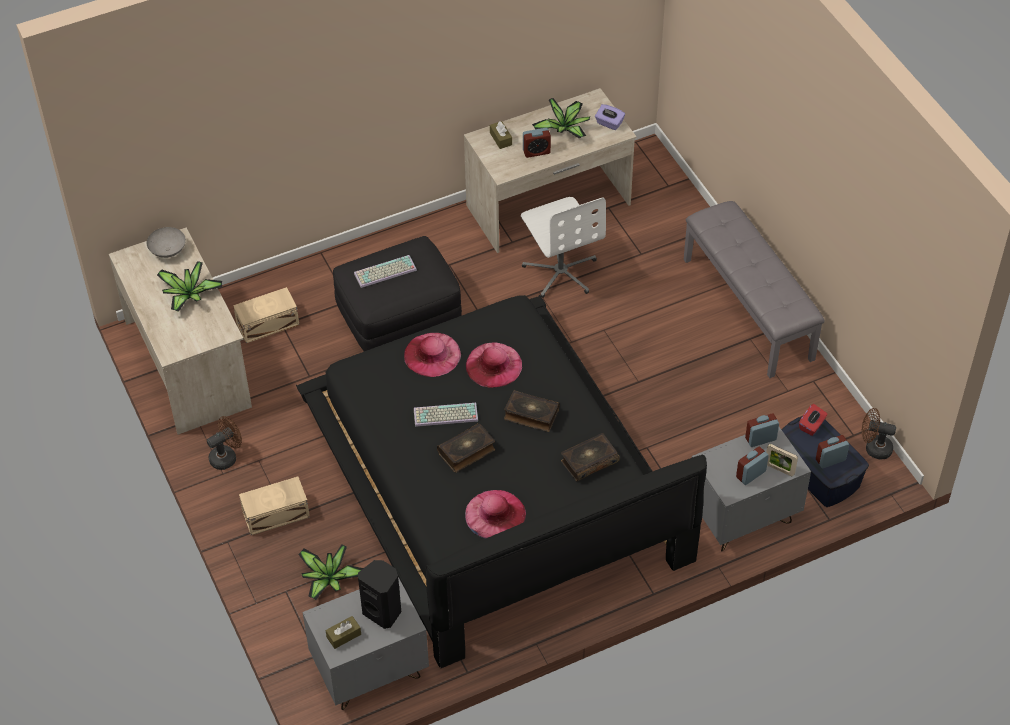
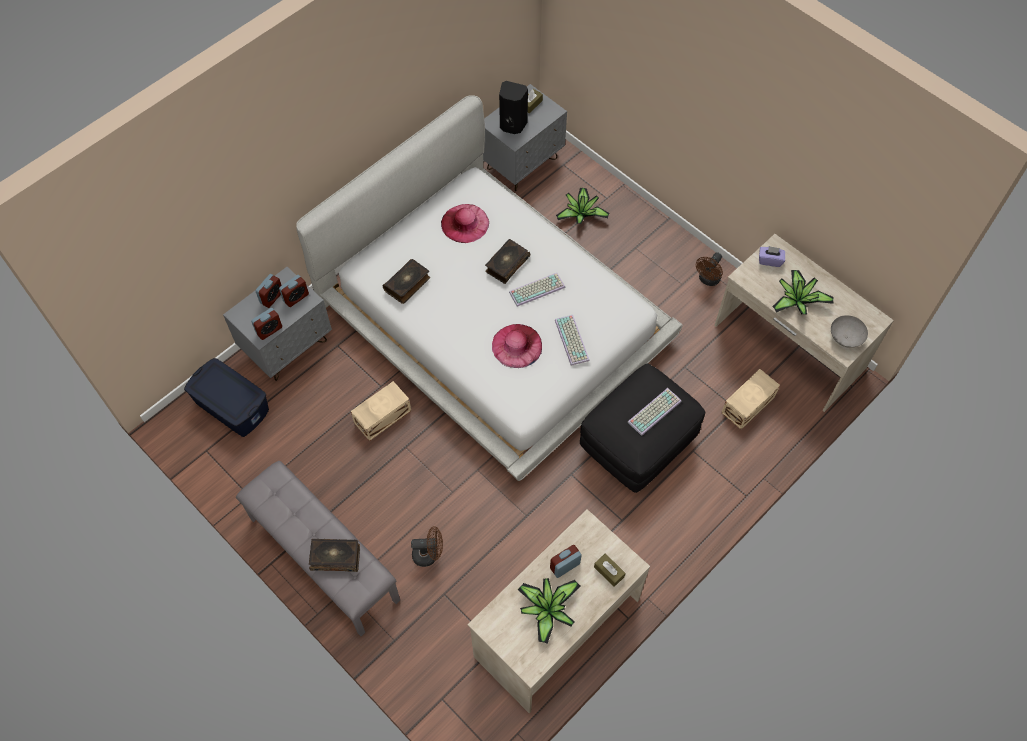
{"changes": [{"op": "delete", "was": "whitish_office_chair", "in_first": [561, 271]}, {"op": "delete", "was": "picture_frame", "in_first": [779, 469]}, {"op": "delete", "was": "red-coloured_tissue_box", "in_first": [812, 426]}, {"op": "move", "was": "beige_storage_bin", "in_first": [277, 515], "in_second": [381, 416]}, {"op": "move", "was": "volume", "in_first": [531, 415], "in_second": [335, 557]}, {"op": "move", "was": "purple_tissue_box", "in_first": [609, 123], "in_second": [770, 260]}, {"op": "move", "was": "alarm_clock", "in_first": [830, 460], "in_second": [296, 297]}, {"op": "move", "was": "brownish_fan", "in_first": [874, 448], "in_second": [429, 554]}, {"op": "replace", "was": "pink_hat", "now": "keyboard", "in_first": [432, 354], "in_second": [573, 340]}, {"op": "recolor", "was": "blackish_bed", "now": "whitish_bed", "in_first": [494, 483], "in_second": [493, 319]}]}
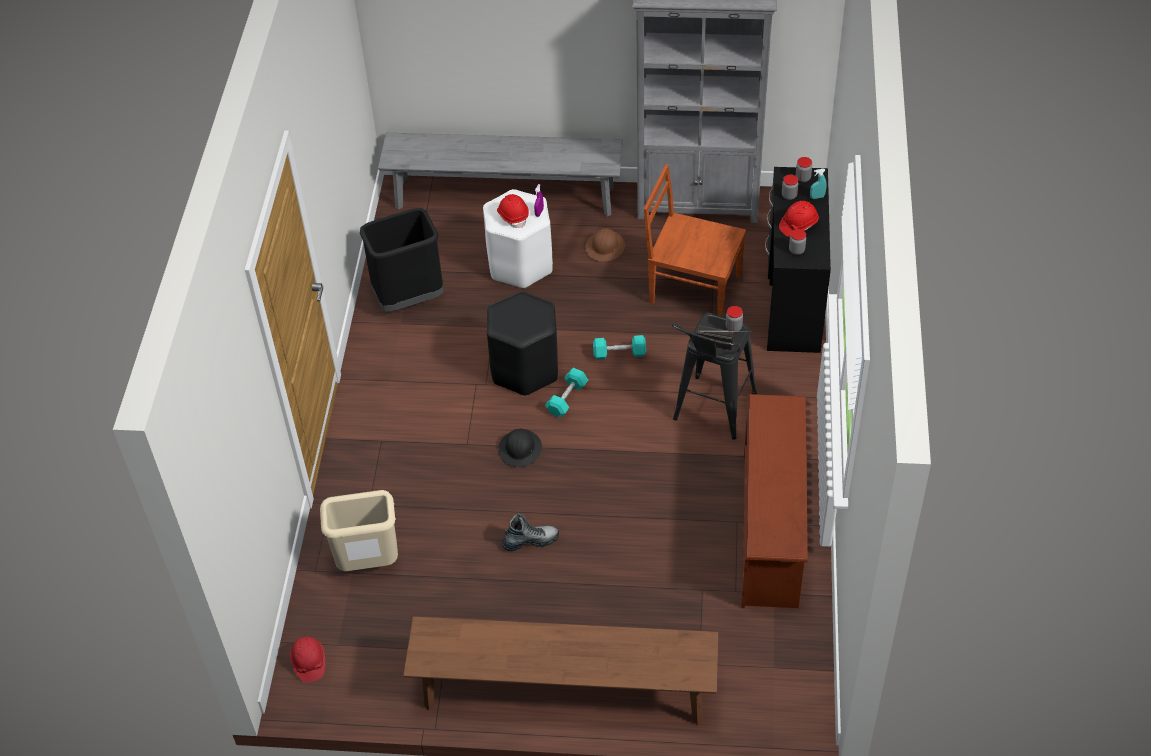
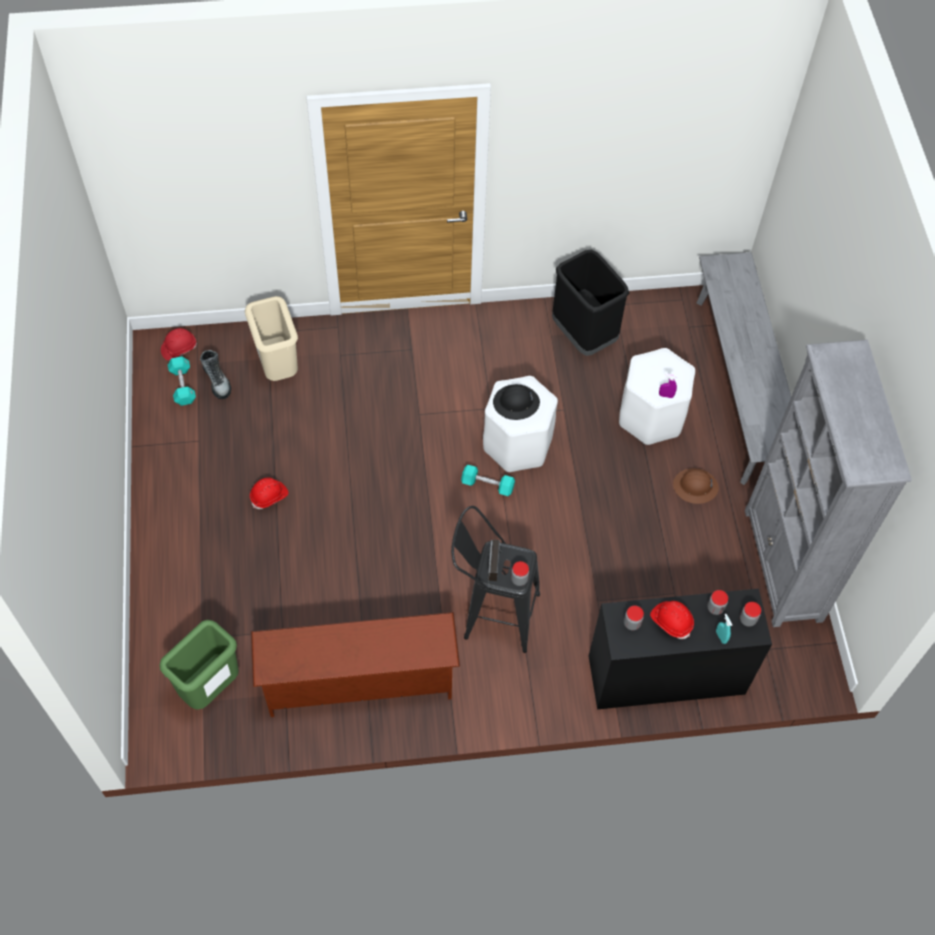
{"changes": [{"op": "delete", "was": "brownish_long_seat", "in_first": [564, 693]}, {"op": "delete", "was": "brownish_upright_chair", "in_first": [692, 288]}, {"op": "insert", "now": "green-coloured_trash_can", "in_second": [211, 688]}, {"op": "move", "was": "red-coloured_hard_hat", "in_first": [513, 216], "in_second": [269, 496]}, {"op": "move", "was": "blackish_hard_hat", "in_first": [520, 449], "in_second": [516, 403]}, {"op": "move", "was": "tall_boot", "in_first": [530, 541], "in_second": [217, 381]}, {"op": "move", "was": "blue-green_free_weight", "in_first": [619, 353], "in_second": [183, 386]}, {"op": "recolor", "was": "blackish_stool", "now": "whitish_stool", "in_first": [525, 368], "in_second": [517, 444]}]}
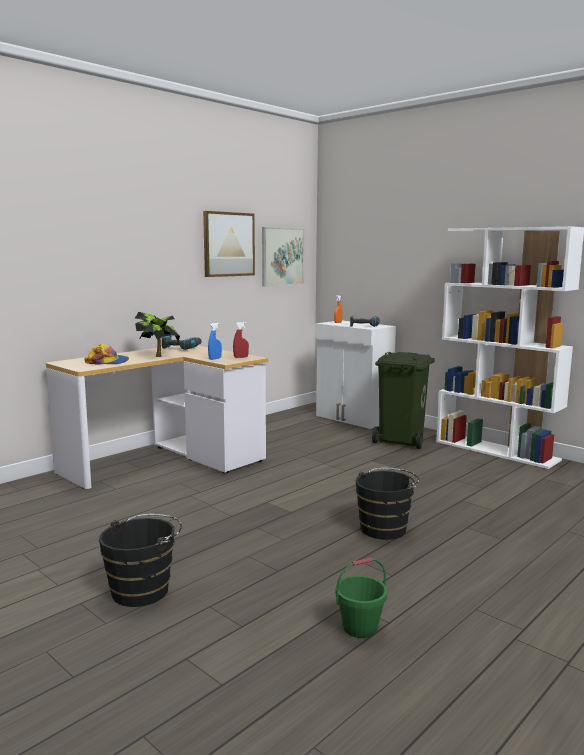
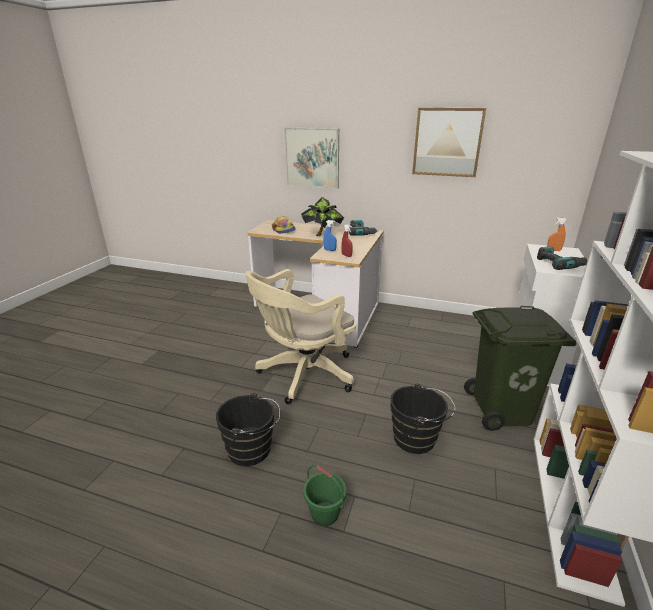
{"changes": [{"op": "insert", "now": "beige_office_chair", "in_second": [303, 375]}, {"op": "move", "was": "blackish_pail", "in_first": [144, 589], "in_second": [418, 439]}, {"op": "move", "was": "wall_art", "in_first": [282, 256], "in_second": [312, 158]}, {"op": "move", "was": "green-coloured_pail", "in_first": [360, 628], "in_second": [324, 513]}]}
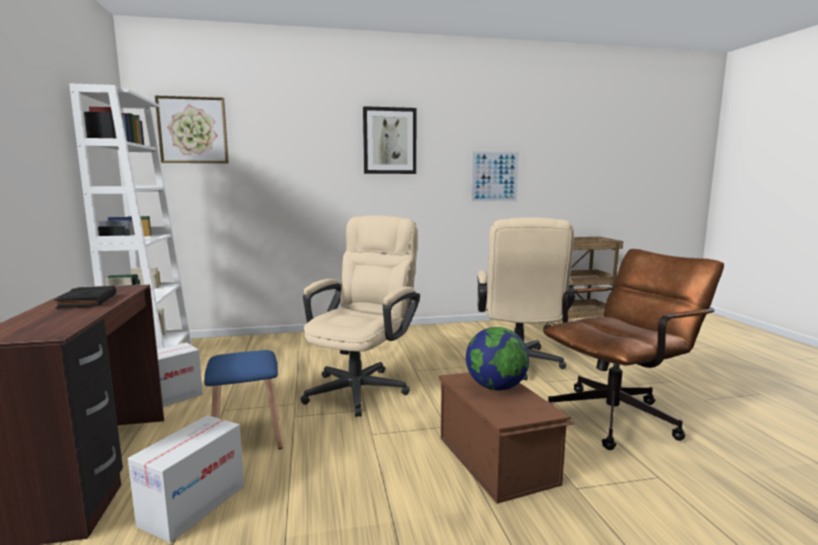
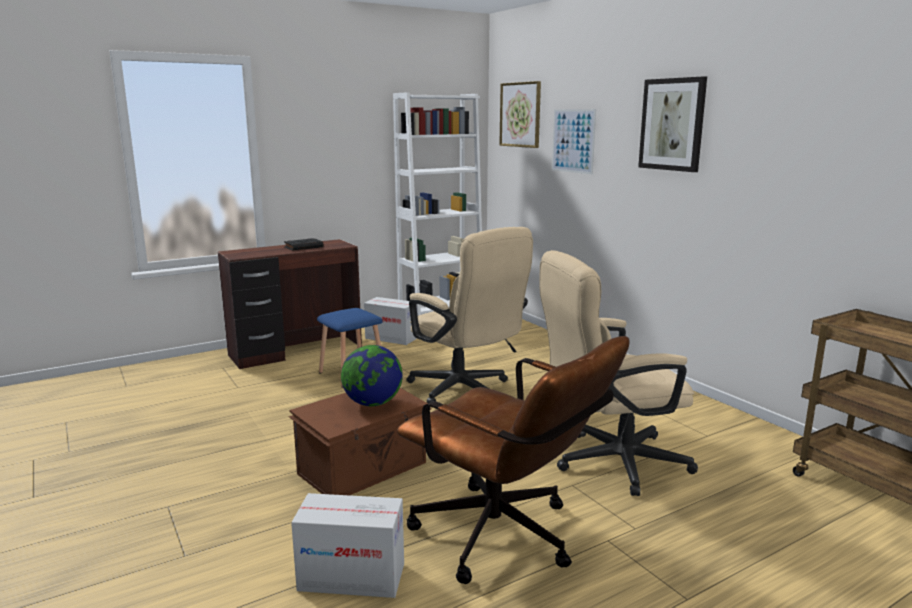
{"changes": [{"op": "move", "was": "carton", "in_first": [193, 505], "in_second": [352, 577]}, {"op": "move", "was": "wall_art", "in_first": [494, 176], "in_second": [573, 141]}, {"op": "rotate", "was": "beige_office_chair", "in_first": [362, 387], "in_second": [465, 391], "clockwise": 45}]}
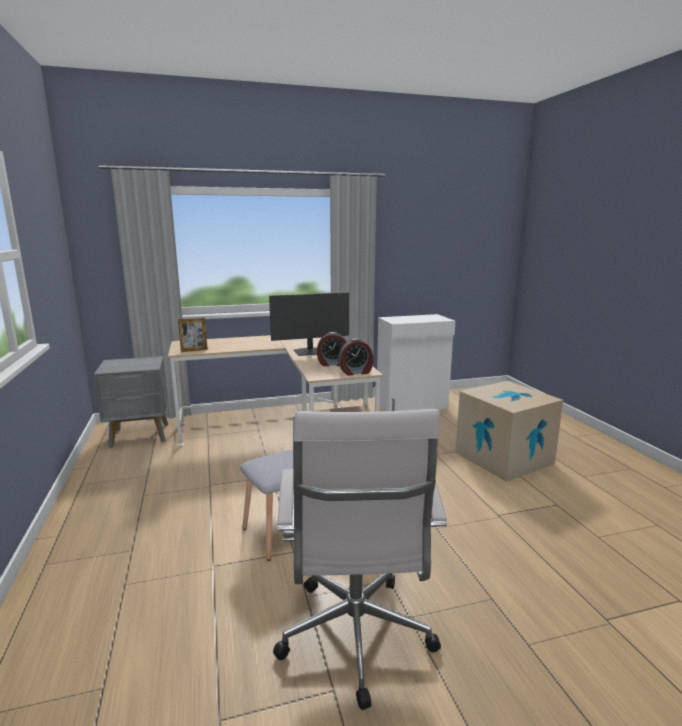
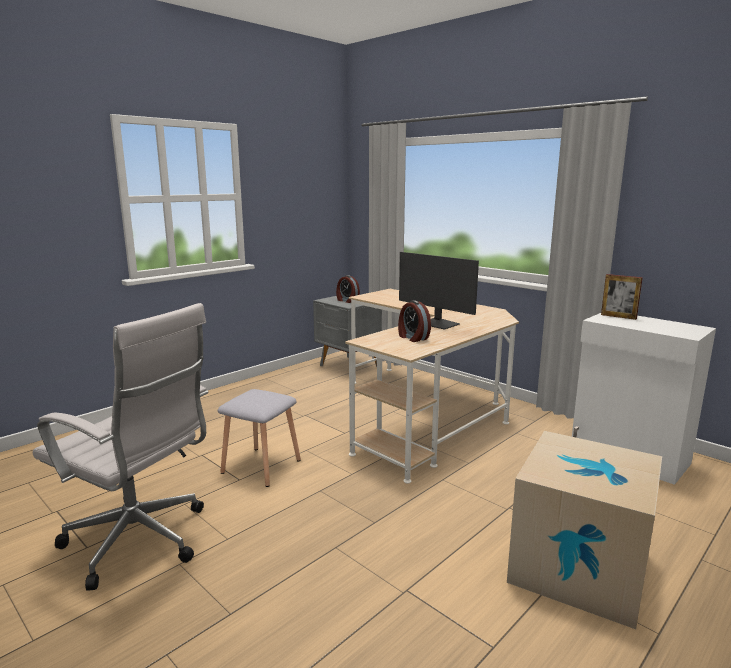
{"changes": [{"op": "move", "was": "picture_frame", "in_first": [194, 350], "in_second": [618, 316]}, {"op": "move", "was": "alarm_clock", "in_first": [356, 372], "in_second": [347, 301]}, {"op": "rotate", "was": "whitish_office_chair", "in_first": [355, 640], "in_second": [141, 542], "clockwise": -120}]}
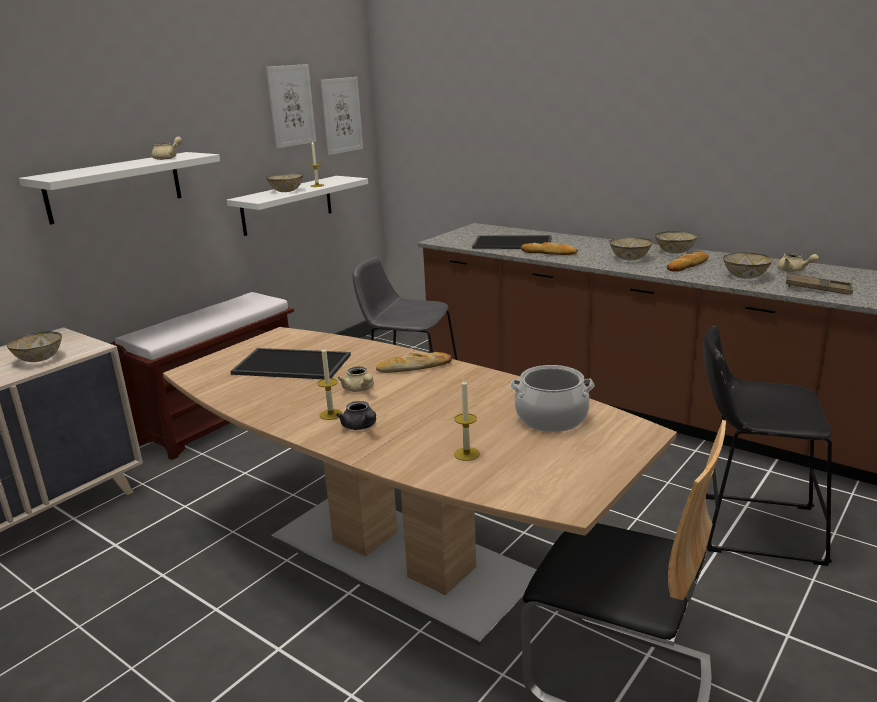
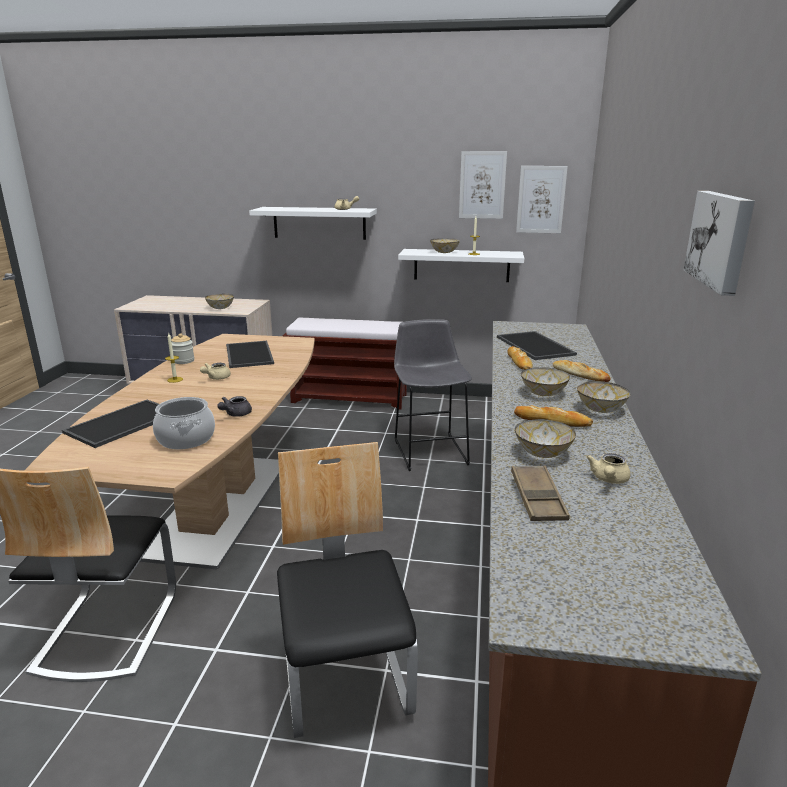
{"changes": [{"op": "insert", "now": "preserve_jar", "in_second": [183, 361]}, {"op": "insert", "now": "wall_art", "in_second": [721, 239]}, {"op": "move", "was": "grey_teapot", "in_first": [360, 427], "in_second": [235, 414]}, {"op": "move", "was": "bread", "in_first": [414, 367], "in_second": [580, 375]}, {"op": "replace", "was": "wax_light", "now": "serving_tray", "in_first": [466, 454], "in_second": [123, 424]}, {"op": "replace", "was": "blackish_stool", "now": "upright_chair", "in_first": [751, 527], "in_second": [346, 679]}]}
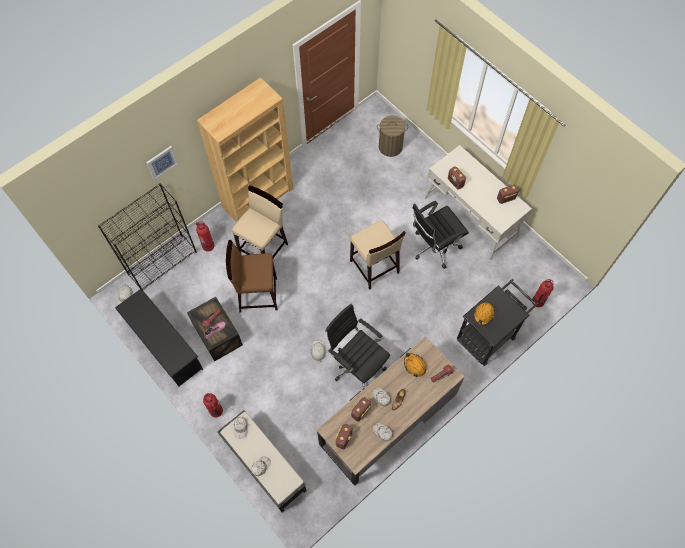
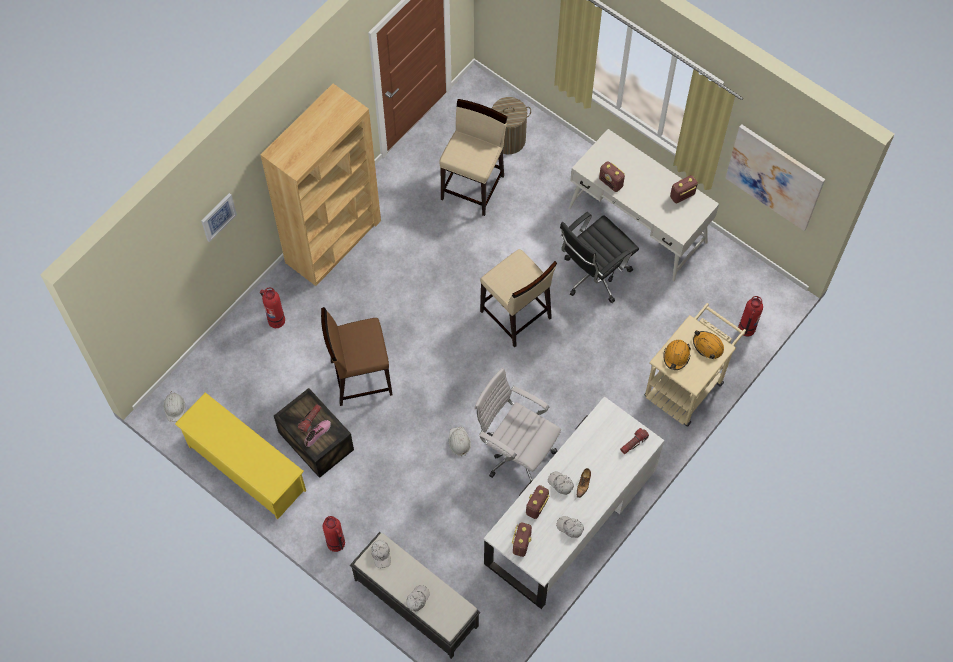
{"changes": [{"op": "delete", "was": "blackish_bookcase", "in_first": [163, 263]}, {"op": "insert", "now": "wall_art", "in_second": [774, 177]}, {"op": "move", "was": "beige_stool", "in_first": [264, 249], "in_second": [473, 187]}, {"op": "move", "was": "orangey_hard_hat", "in_first": [415, 365], "in_second": [708, 346]}, {"op": "recolor", "was": "blackish_shoe_shelf", "now": "yellow-coloured_shoe_shelf", "in_first": [165, 346], "in_second": [246, 468]}, {"op": "recolor", "was": "brownish_desk_table", "now": "whitish_desk_table", "in_first": [388, 419], "in_second": [570, 516]}, {"op": "recolor", "was": "blackish_office_chair", "now": "whitish_office_chair", "in_first": [356, 365], "in_second": [515, 452]}, {"op": "recolor", "was": "blackish_wheeled_cart", "now": "beige_wheeled_cart", "in_first": [489, 335], "in_second": [687, 384]}]}
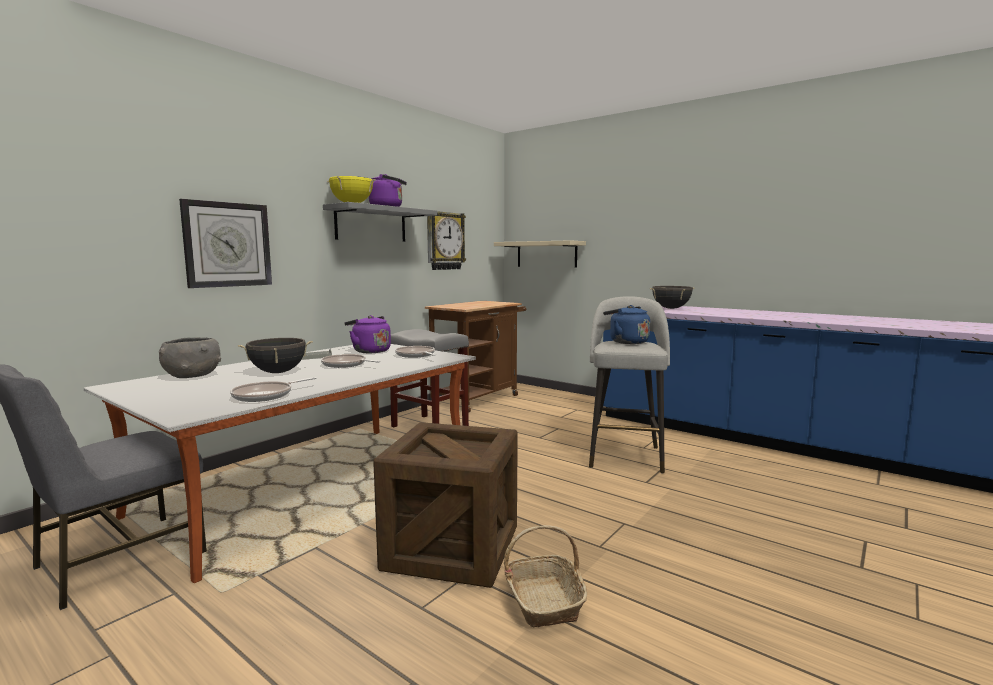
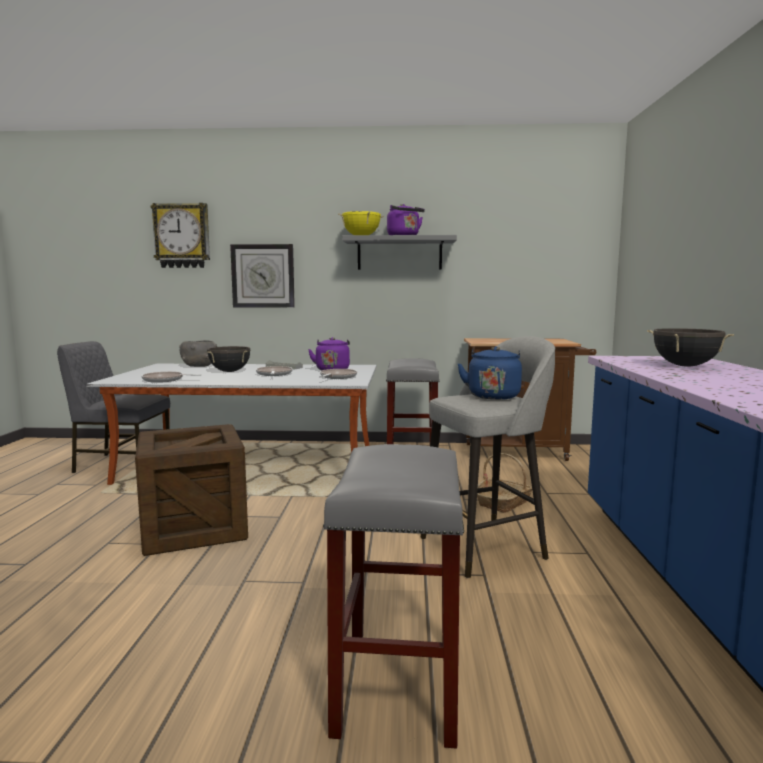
{"changes": [{"op": "delete", "was": "beige_bracket_shelf", "in_first": [546, 254]}, {"op": "insert", "now": "grey_stool", "in_second": [399, 686]}, {"op": "move", "was": "wall_clock", "in_first": [444, 241], "in_second": [182, 236]}, {"op": "move", "was": "household_basket", "in_first": [543, 600], "in_second": [504, 502]}]}
